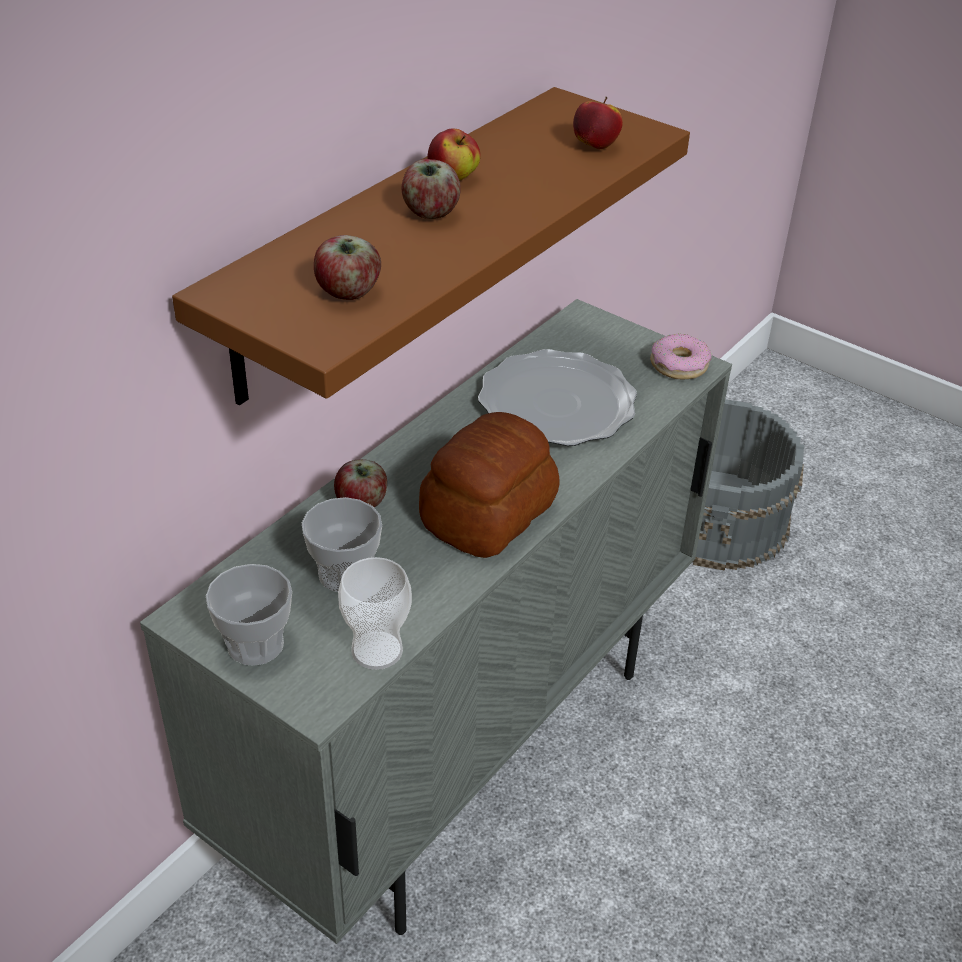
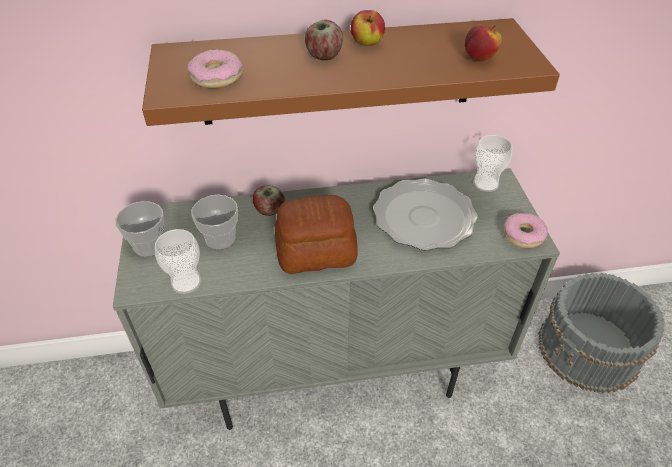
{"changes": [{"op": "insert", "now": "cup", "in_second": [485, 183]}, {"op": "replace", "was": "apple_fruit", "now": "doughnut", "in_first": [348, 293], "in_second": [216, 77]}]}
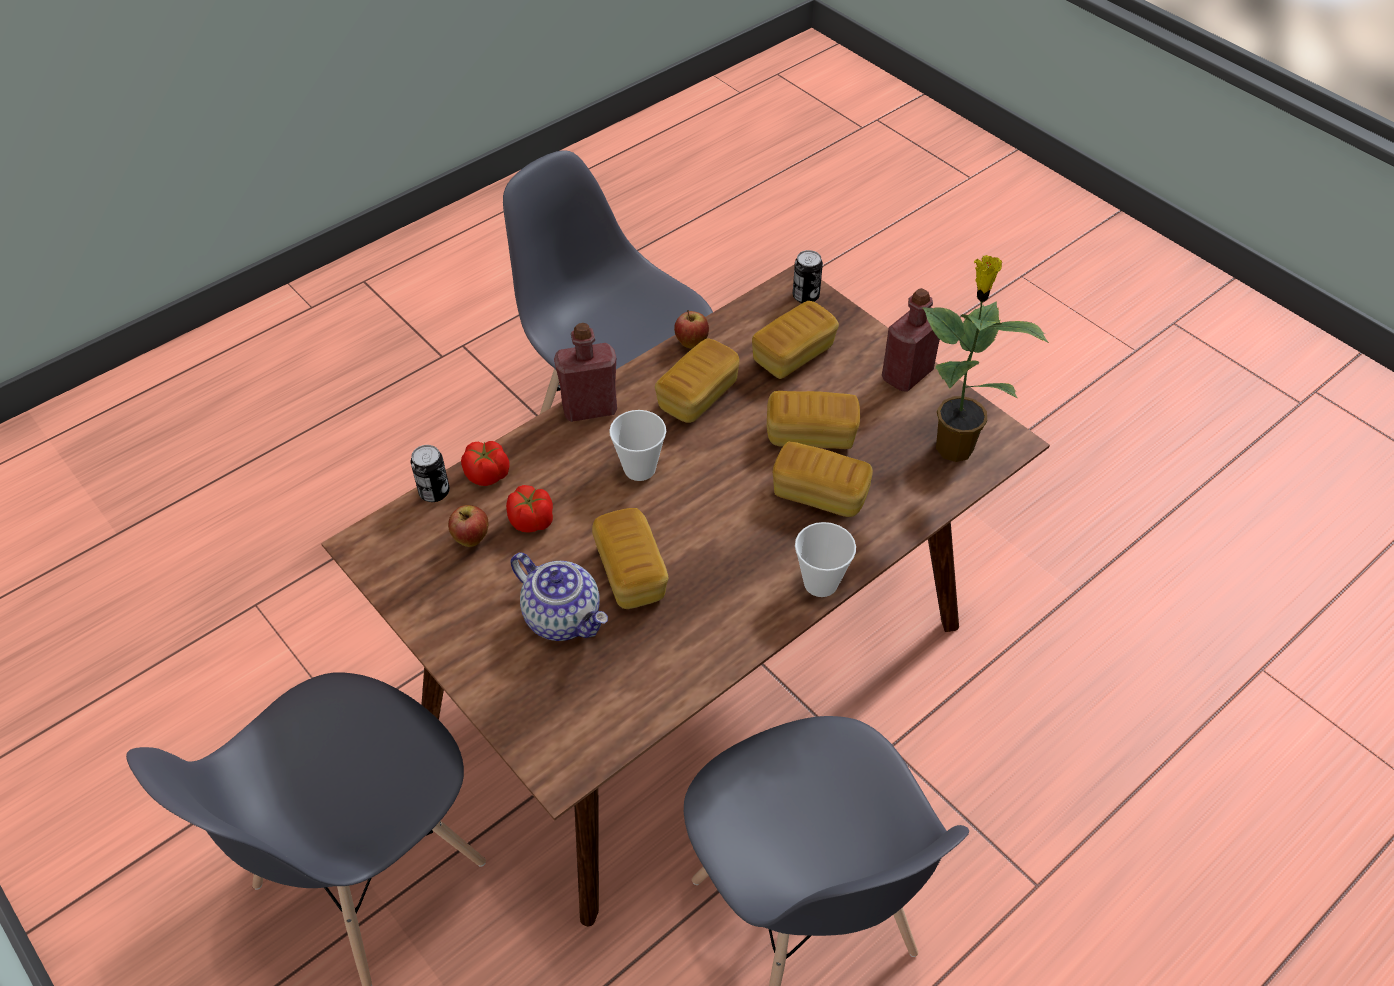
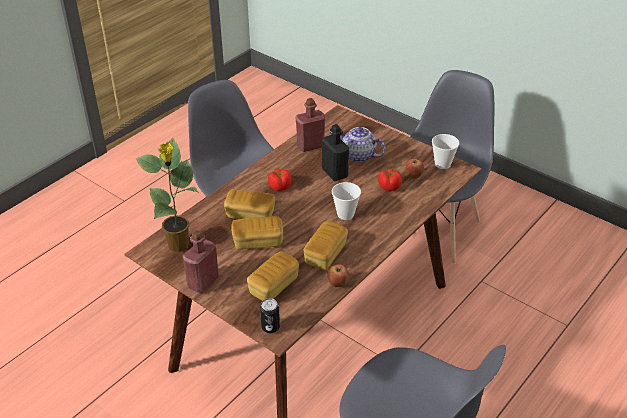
{"changes": [{"op": "delete", "was": "can", "in_first": [434, 492]}, {"op": "move", "was": "whole_tomato", "in_first": [487, 474], "in_second": [280, 186]}, {"op": "move", "was": "red-coloured_bottle", "in_first": [589, 409], "in_second": [310, 146]}, {"op": "move", "was": "cup", "in_first": [820, 583], "in_second": [442, 164]}, {"op": "replace", "was": "bread", "now": "blackish_bottle", "in_first": [630, 573], "in_second": [335, 173]}]}
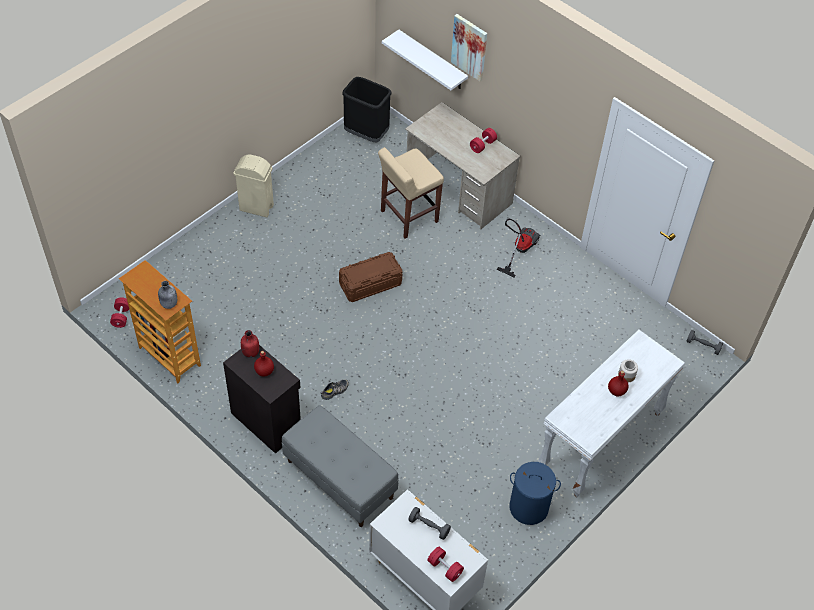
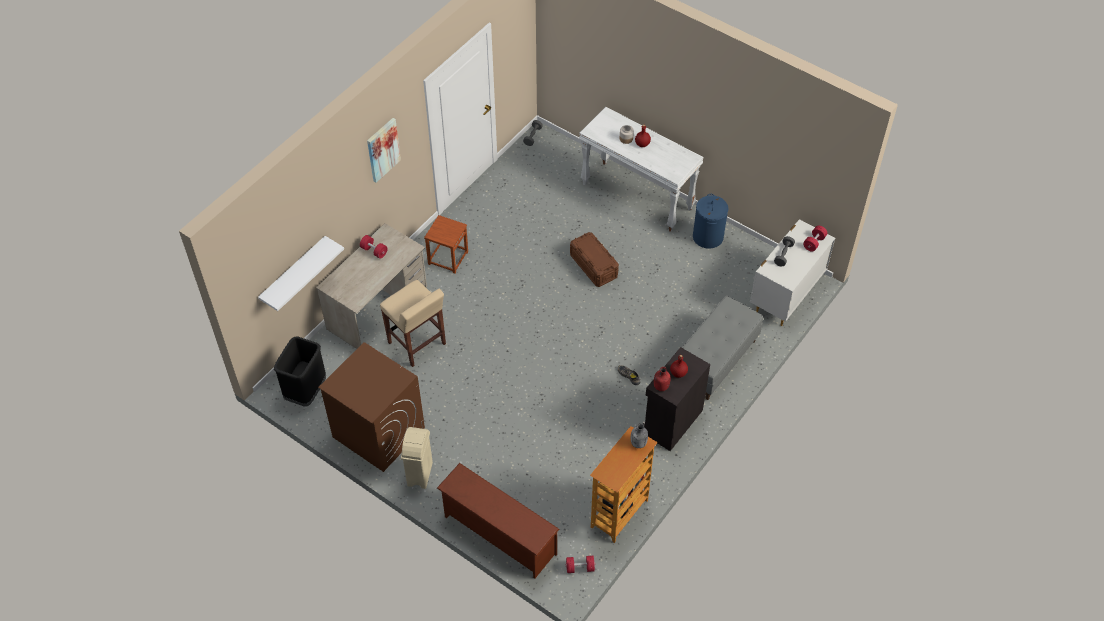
{"changes": [{"op": "insert", "now": "brownish_laundry_appliance", "in_second": [378, 432]}, {"op": "insert", "now": "brownish_shoe_shelf", "in_second": [498, 535]}, {"op": "move", "was": "brownish_storage_bin", "in_first": [370, 284], "in_second": [593, 266]}, {"op": "move", "was": "wall_art", "in_first": [469, 47], "in_second": [383, 149]}, {"op": "replace", "was": "vacuum", "now": "brownish_stool", "in_first": [519, 250], "in_second": [448, 258]}]}
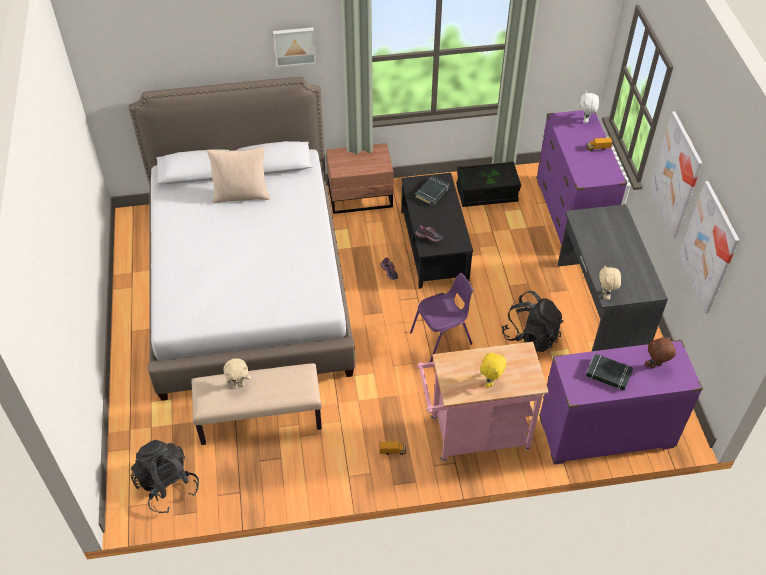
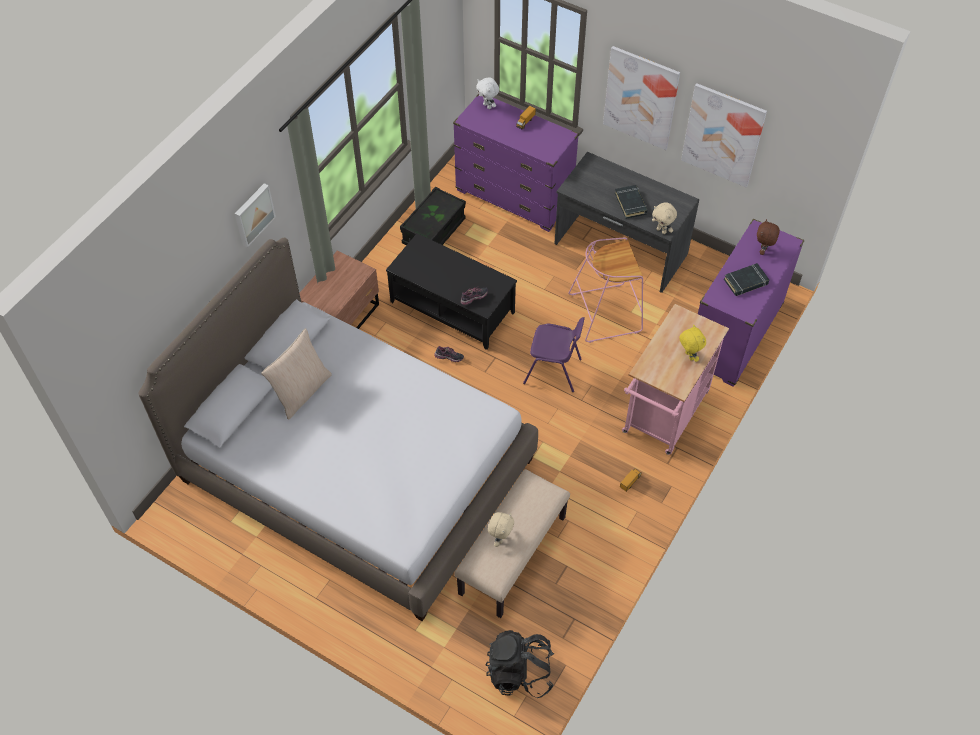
{"changes": [{"op": "move", "was": "blackish_volume", "in_first": [432, 193], "in_second": [631, 203]}, {"op": "replace", "was": "blackish_rucksack", "now": "pink_stool", "in_first": [531, 335], "in_second": [606, 312]}, {"op": "rotate", "was": "purple_upright_chair", "in_first": [442, 339], "in_second": [553, 371], "clockwise": 90}]}
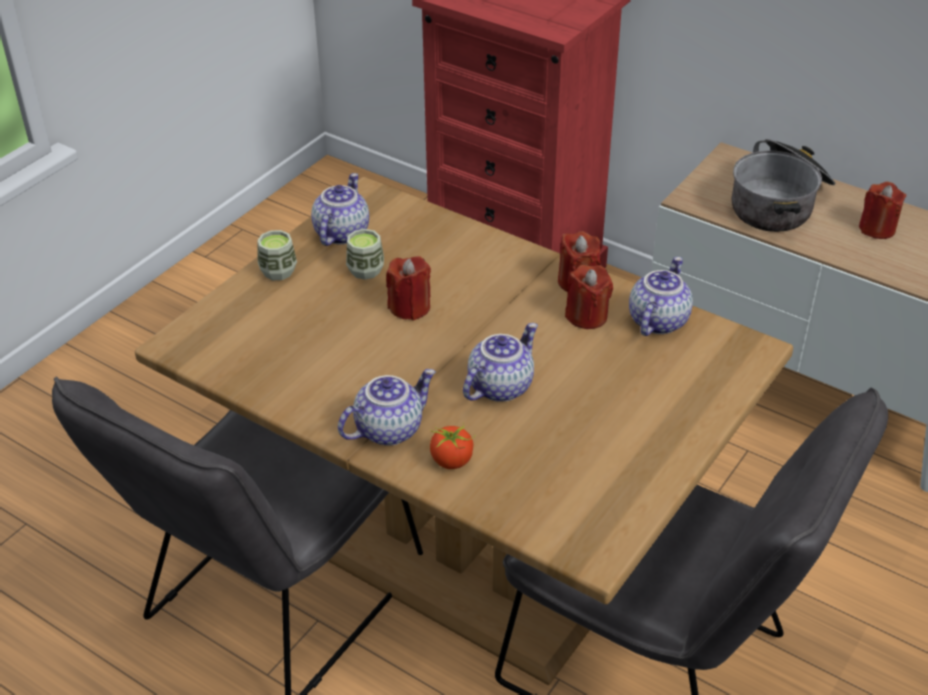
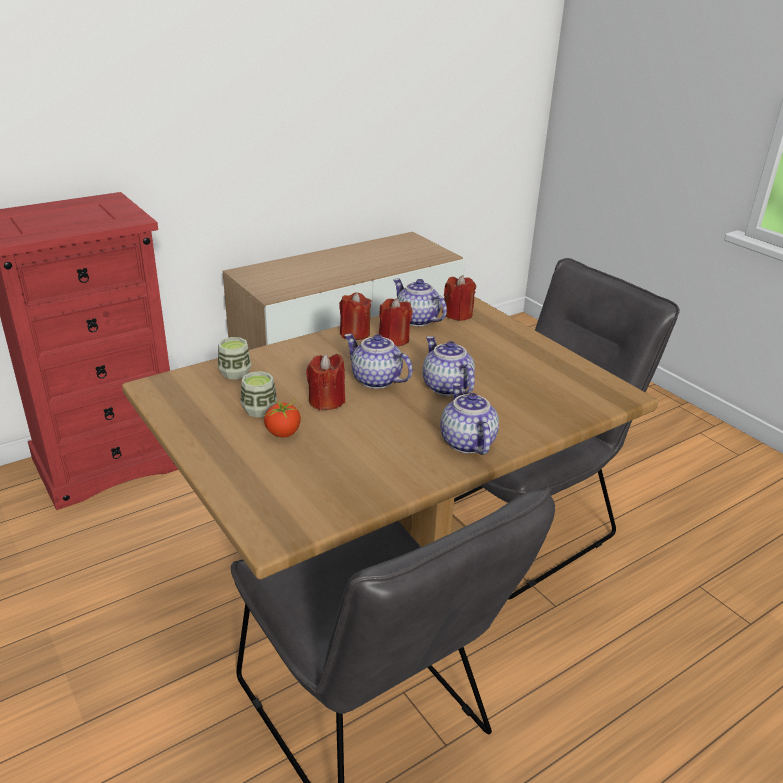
{"changes": [{"op": "delete", "was": "saucepot", "in_first": [779, 203]}, {"op": "move", "was": "cup", "in_first": [278, 271], "in_second": [235, 373]}, {"op": "move", "was": "teapot", "in_first": [340, 233], "in_second": [375, 380]}, {"op": "move", "was": "whole_tomato", "in_first": [452, 461], "in_second": [283, 432]}, {"op": "move", "was": "red-coloured_wax_light", "in_first": [877, 228], "in_second": [458, 314]}]}
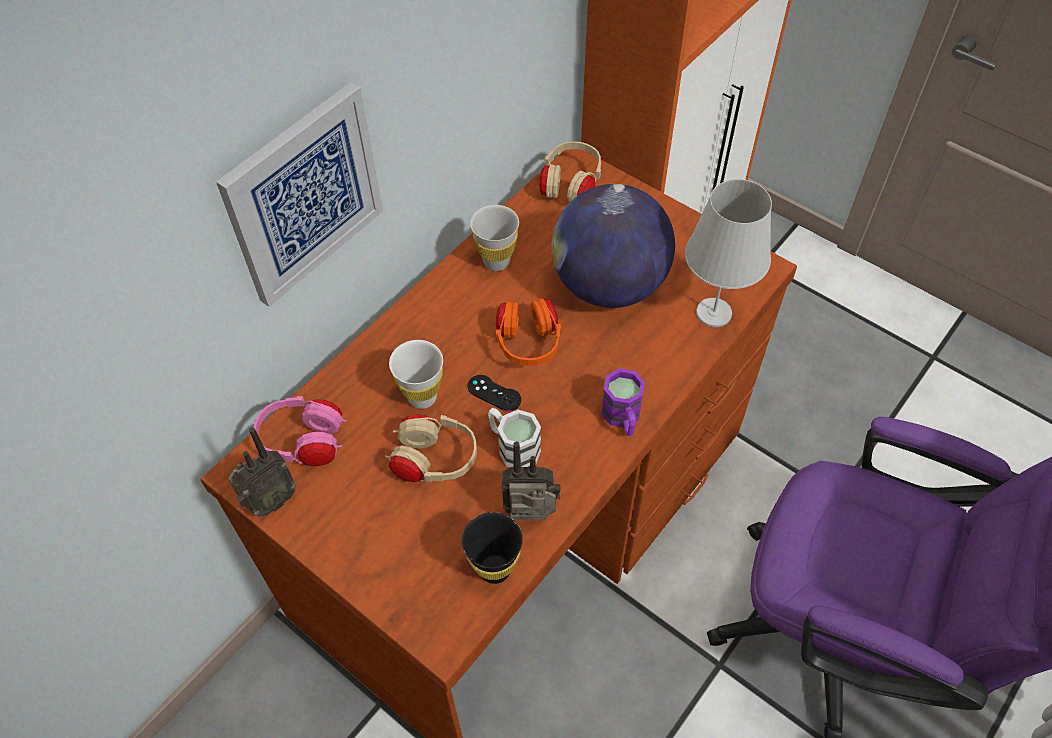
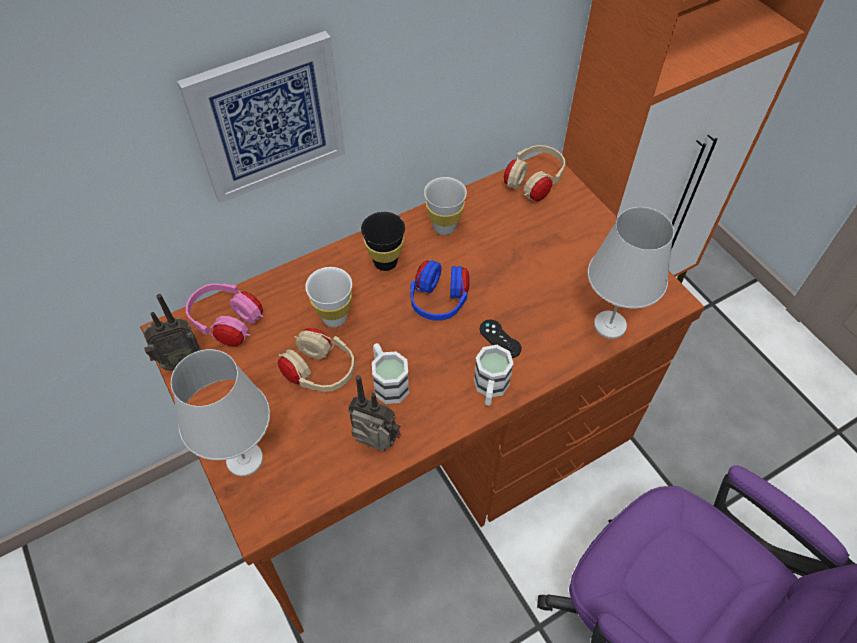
{"changes": [{"op": "delete", "was": "globe", "in_first": [609, 285]}, {"op": "insert", "now": "whitish_lamp_for_a_table", "in_second": [244, 460]}, {"op": "move", "was": "blackish_cup", "in_first": [494, 569], "in_second": [385, 262]}, {"op": "move", "was": "blackish_gamepad", "in_first": [494, 393], "in_second": [500, 339]}, {"op": "recolor", "was": "orangey_headset", "now": "blue-coloured_headset", "in_first": [528, 344], "in_second": [439, 301]}, {"op": "recolor", "was": "purple_mug", "now": "whitish_mug", "in_first": [623, 418], "in_second": [490, 389]}]}
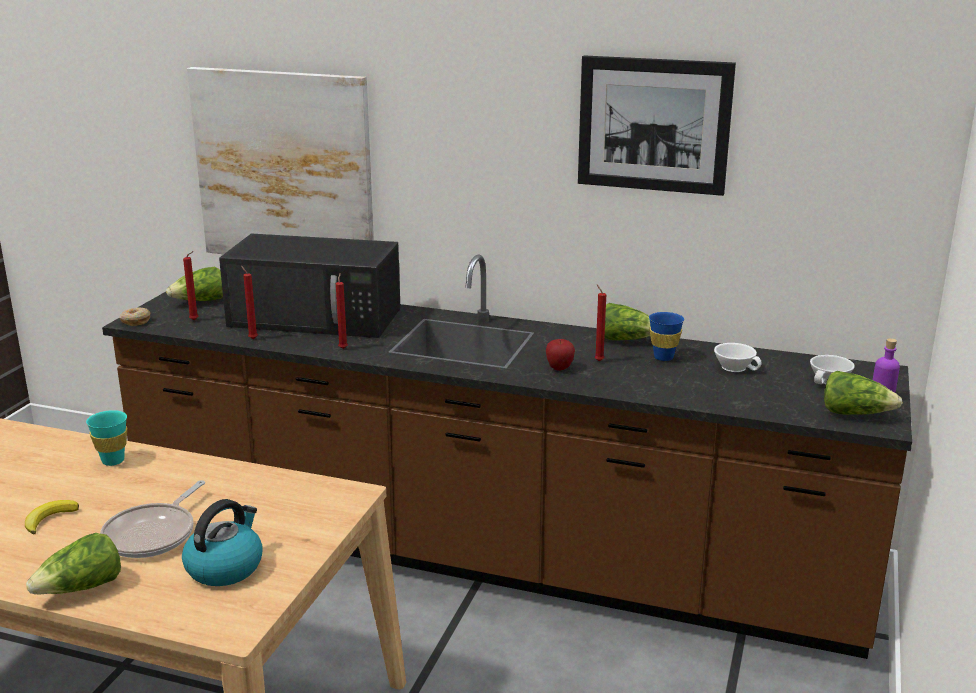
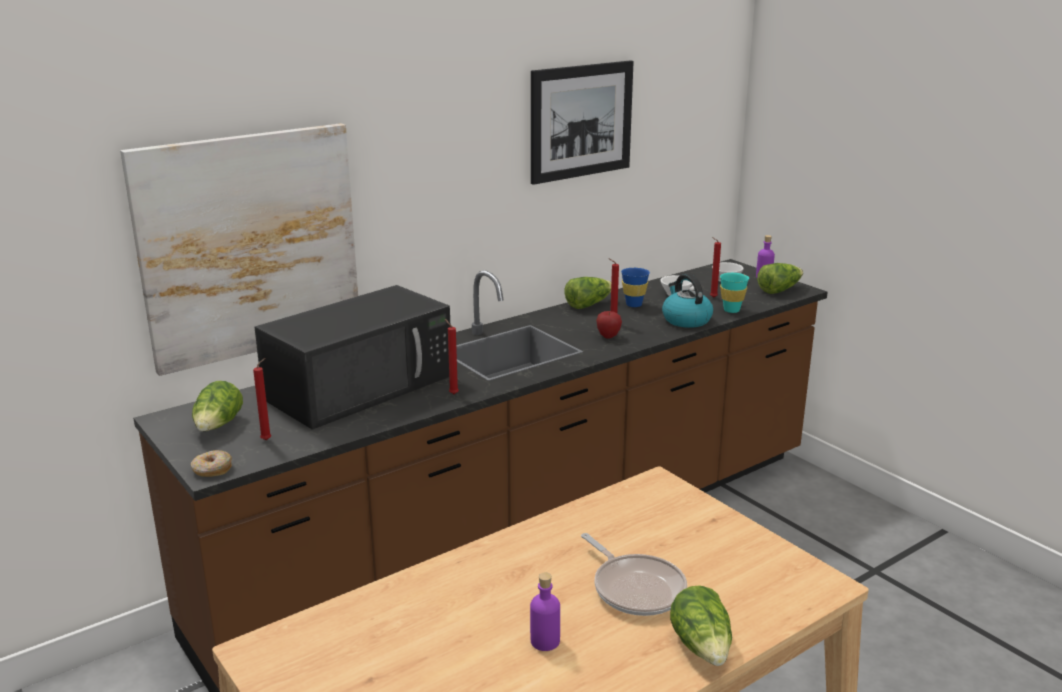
{"changes": [{"op": "move", "was": "blue-green_cup", "in_first": [113, 461], "in_second": [731, 310]}, {"op": "move", "was": "water_kettle", "in_first": [225, 567], "in_second": [685, 320]}, {"op": "move", "was": "red-coloured_wax_light", "in_first": [252, 338], "in_second": [712, 297]}, {"op": "replace", "was": "banana_fruit", "now": "purple_bottle", "in_first": [49, 519], "in_second": [545, 641]}]}
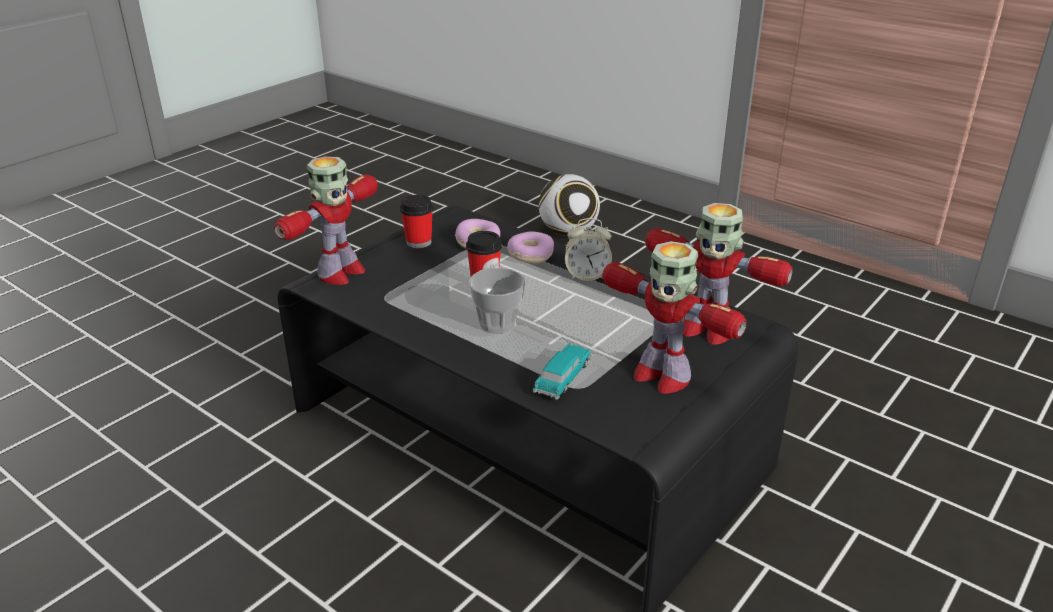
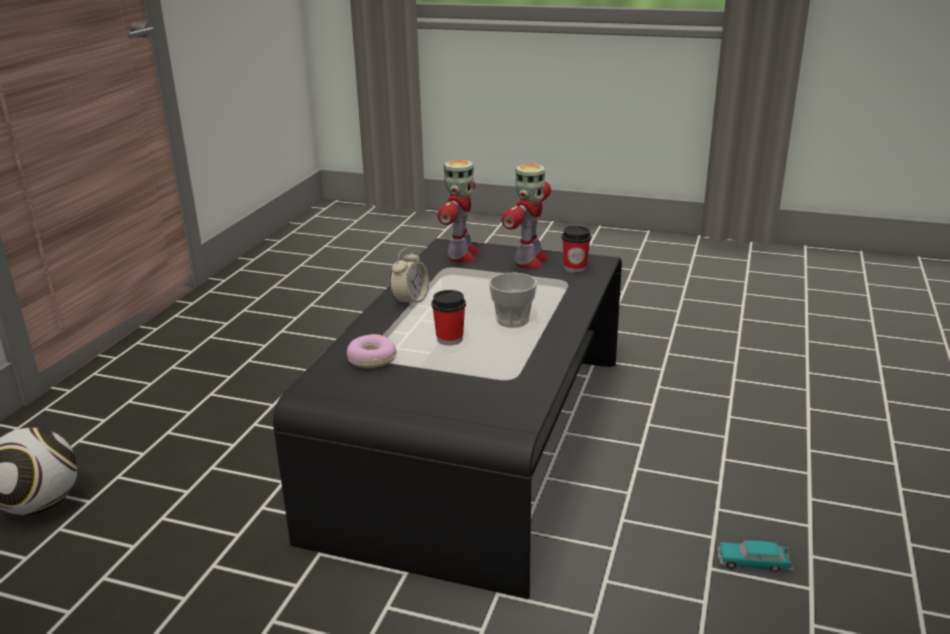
{"changes": [{"op": "delete", "was": "robot_figure", "in_first": [340, 273]}, {"op": "delete", "was": "doughnut", "in_first": [530, 254]}, {"op": "move", "was": "cup", "in_first": [419, 242], "in_second": [575, 268]}, {"op": "move", "was": "toy_car", "in_first": [563, 377], "in_second": [753, 562]}, {"op": "rotate", "was": "alarm_clock", "in_first": [587, 276], "in_second": [410, 301], "clockwise": 45}]}
